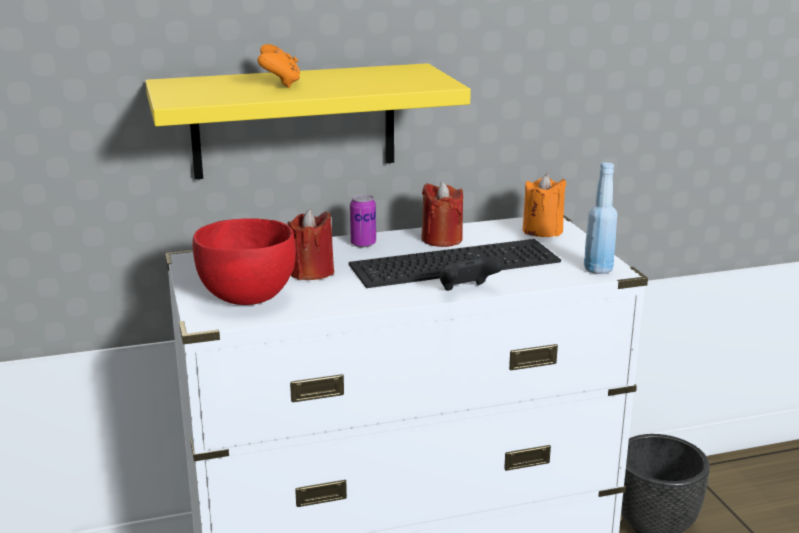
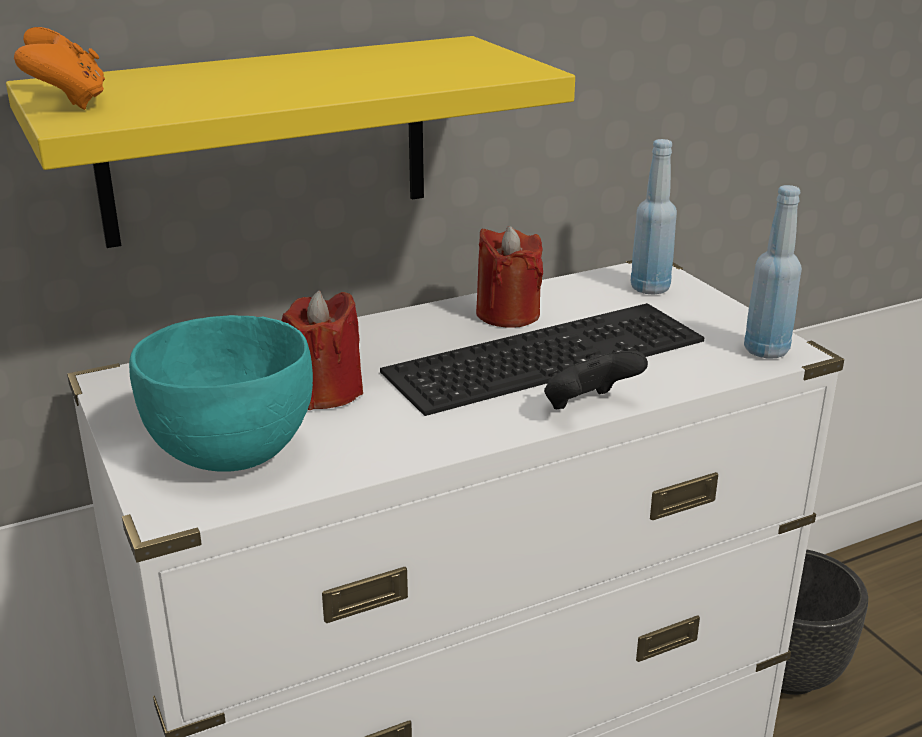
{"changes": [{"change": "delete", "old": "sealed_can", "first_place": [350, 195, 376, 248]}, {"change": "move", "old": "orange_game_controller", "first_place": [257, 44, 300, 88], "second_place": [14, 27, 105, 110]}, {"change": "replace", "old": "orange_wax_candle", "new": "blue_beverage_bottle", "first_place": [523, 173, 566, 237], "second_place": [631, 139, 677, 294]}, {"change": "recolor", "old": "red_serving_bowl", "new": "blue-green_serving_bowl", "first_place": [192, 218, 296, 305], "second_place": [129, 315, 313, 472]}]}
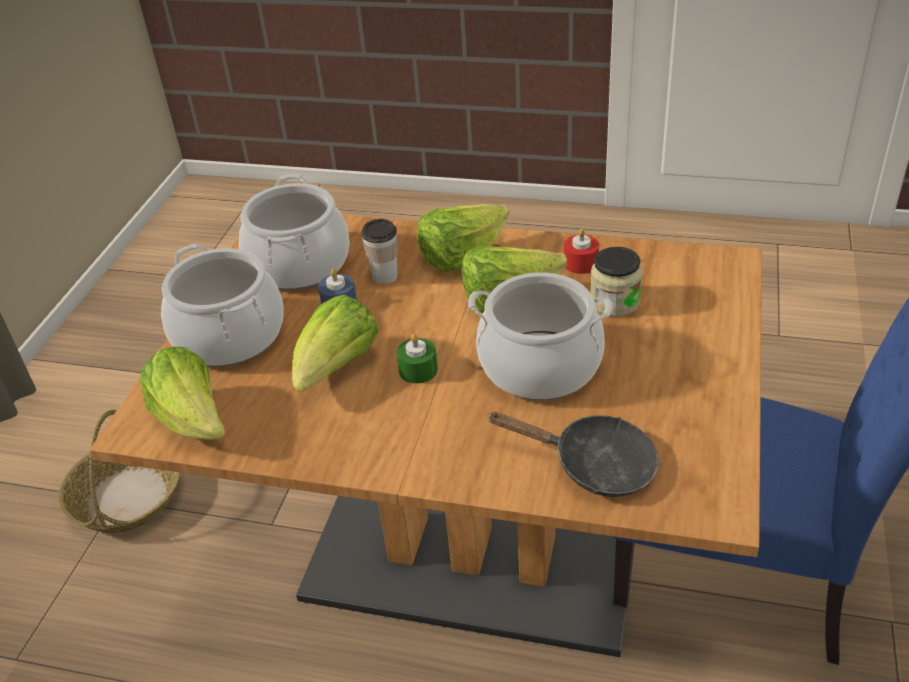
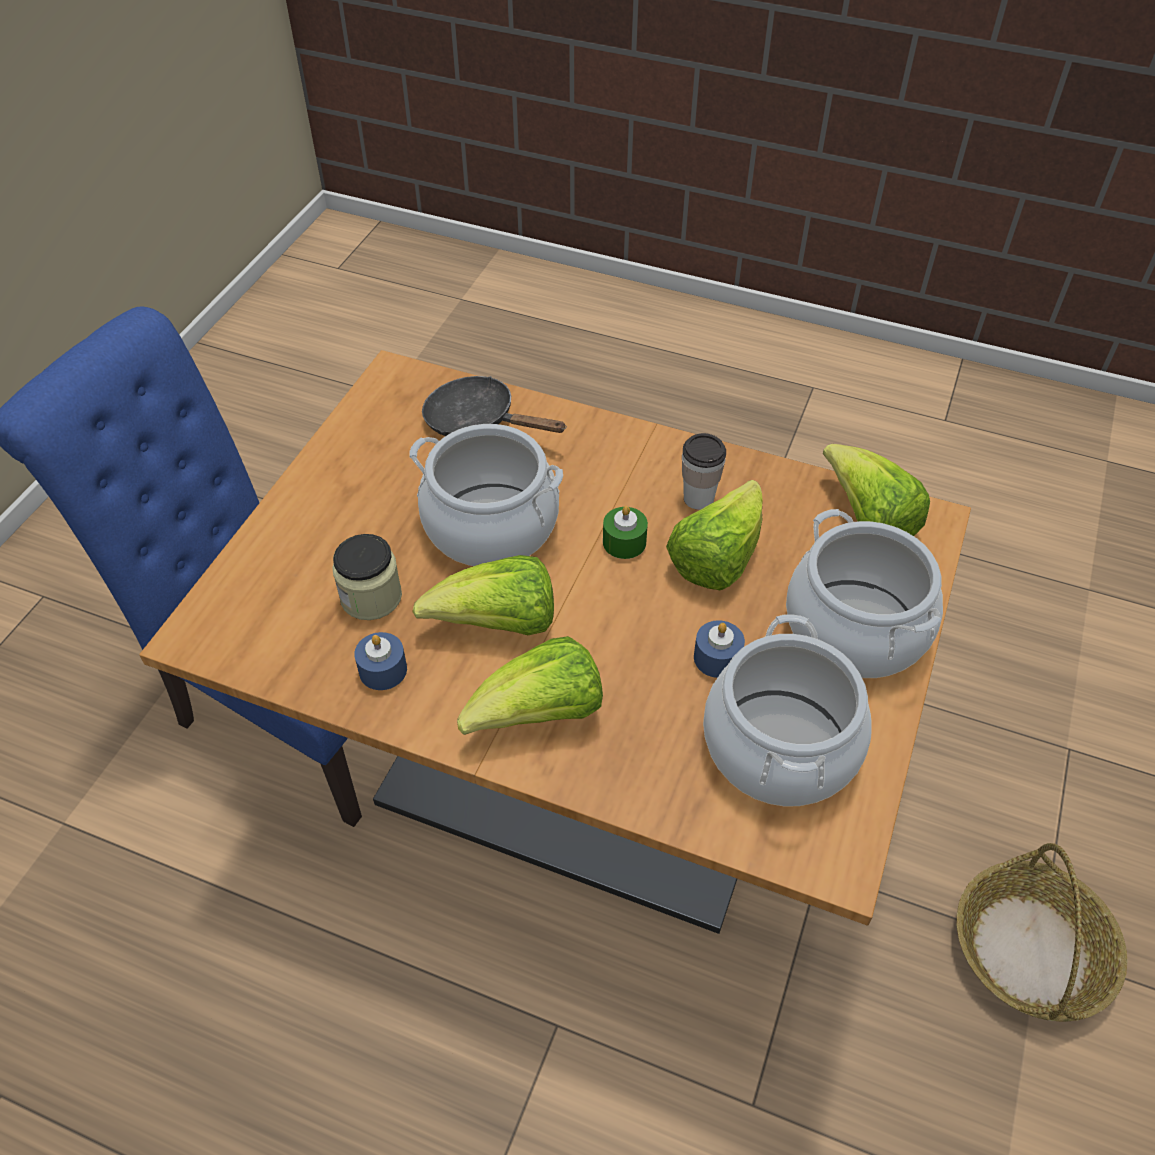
{"changes": [{"change": "move", "old": "drinking_cup", "first_place": [361, 219, 398, 284], "second_place": [682, 433, 726, 510]}, {"change": "recolor", "old": "red_wax_candle", "new": "blue_wax_candle", "first_place": [564, 228, 599, 274], "second_place": [354, 632, 407, 690]}]}
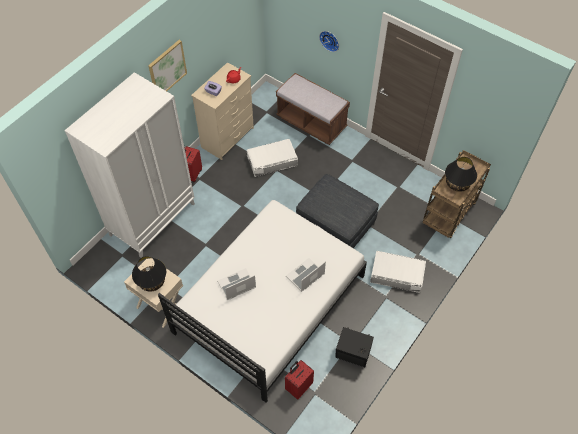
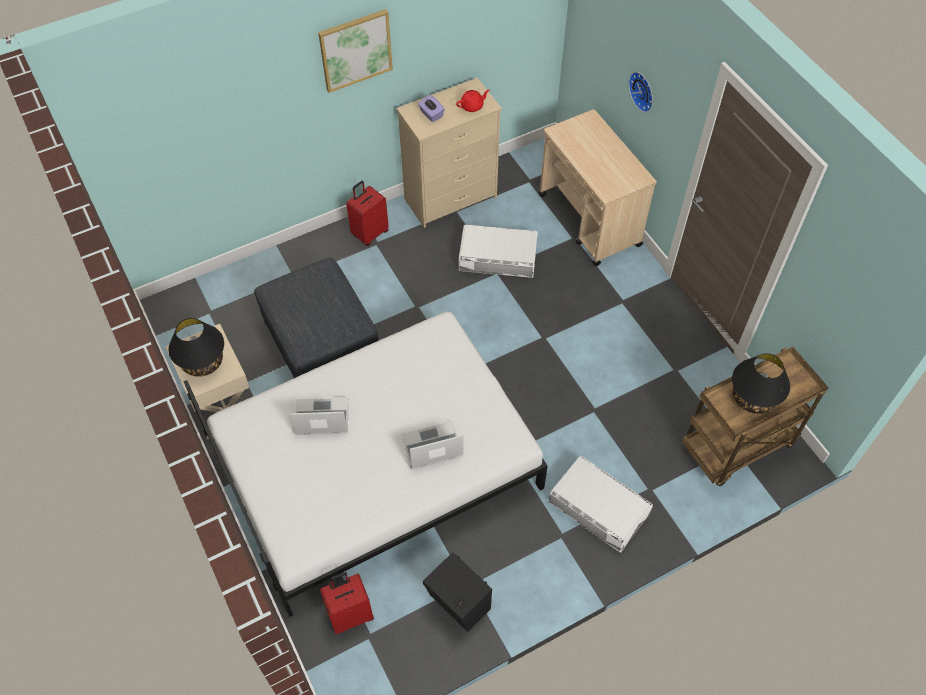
{"changes": [{"change": "delete", "old": "white_wardrobe", "first_place": [64, 72, 195, 258]}, {"change": "move", "old": "greyish_footrest", "first_place": [296, 174, 379, 248], "second_place": [254, 258, 378, 378]}, {"change": "replace", "old": "brown_indoor_bench", "new": "beige-coloured_trolley", "first_place": [276, 73, 350, 145], "second_place": [539, 109, 657, 266]}]}
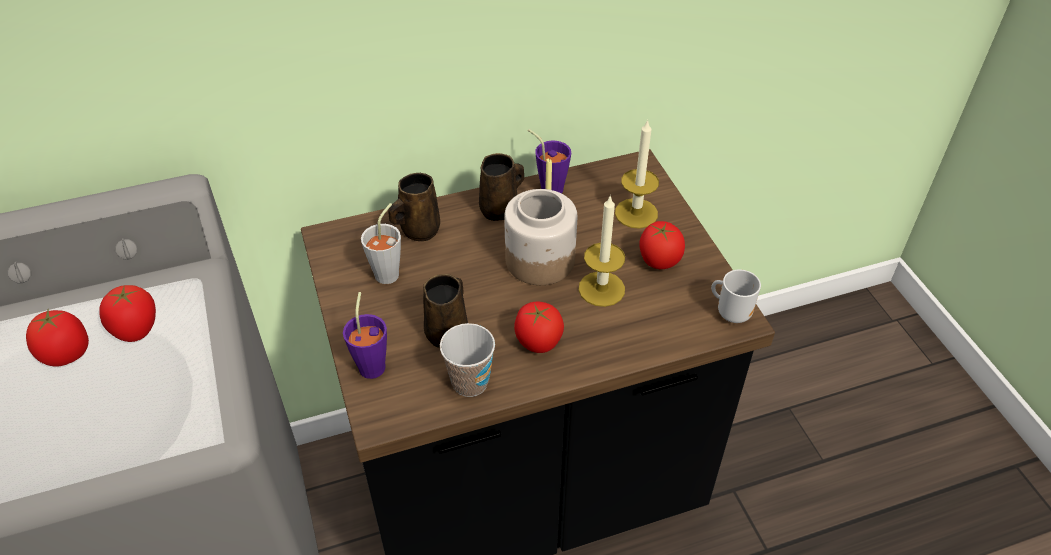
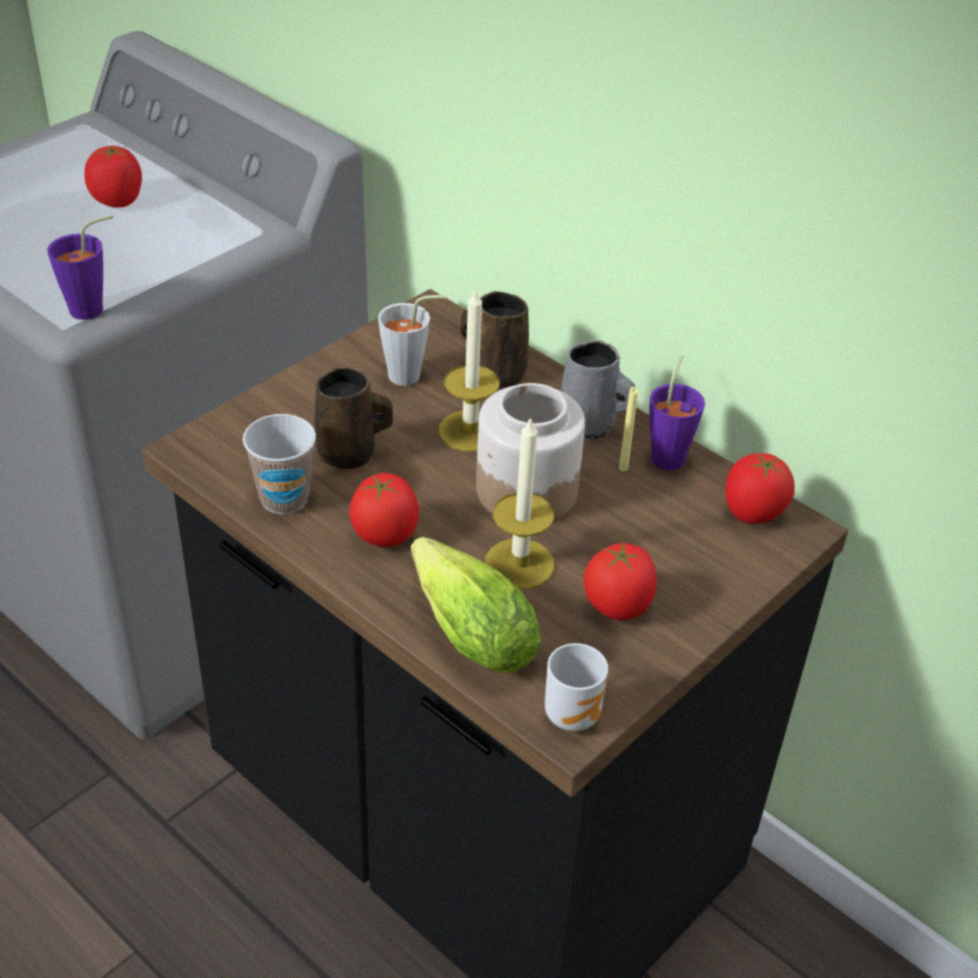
{"changes": [{"change": "insert", "new": "lettuce", "second_place": [411, 537, 541, 673]}, {"change": "move", "old": "tomato", "first_place": [99, 285, 156, 342], "second_place": [726, 453, 795, 524]}, {"change": "move", "old": "purplish_drinking_cup", "first_place": [343, 292, 387, 379], "second_place": [47, 215, 113, 320]}, {"change": "move", "old": "wax_candle", "first_place": [615, 119, 659, 229], "second_place": [439, 287, 499, 452]}, {"change": "recolor", "old": "brown_mug", "new": "greyish_mug", "first_place": [479, 153, 524, 221], "second_place": [561, 340, 636, 440]}]}
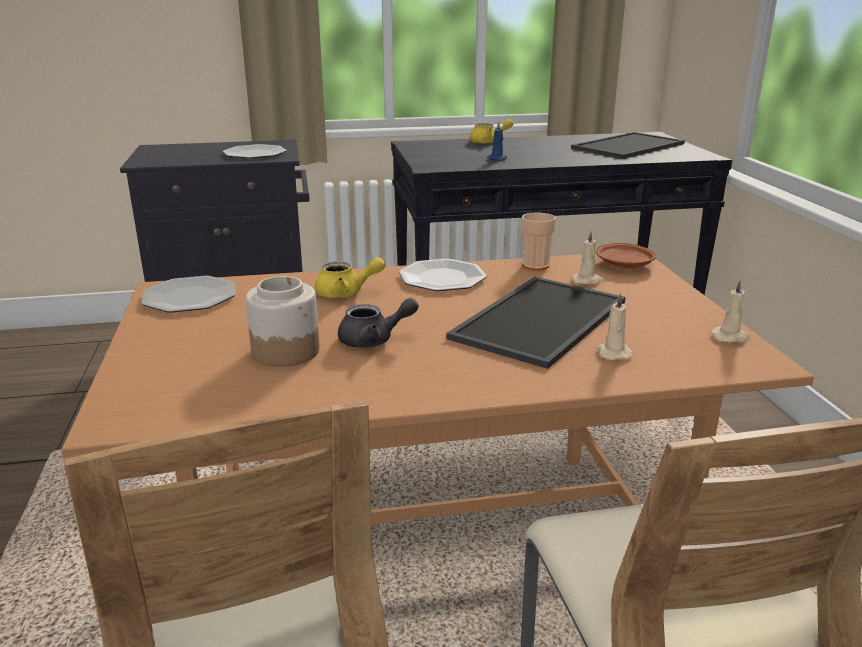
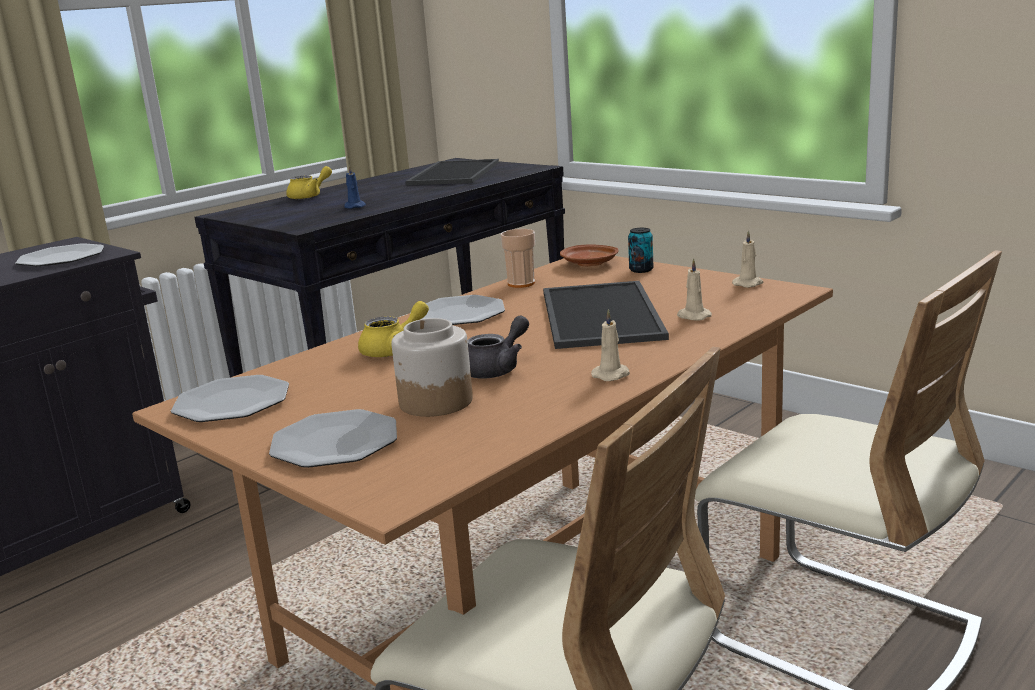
{"changes": [{"change": "insert", "new": "dinner_plate", "second_place": [269, 409, 397, 468]}, {"change": "insert", "new": "sealed_can", "second_place": [628, 228, 653, 273]}, {"change": "move", "old": "beige-coloured_wax_candle", "first_place": [572, 230, 604, 284], "second_place": [591, 309, 630, 381]}]}
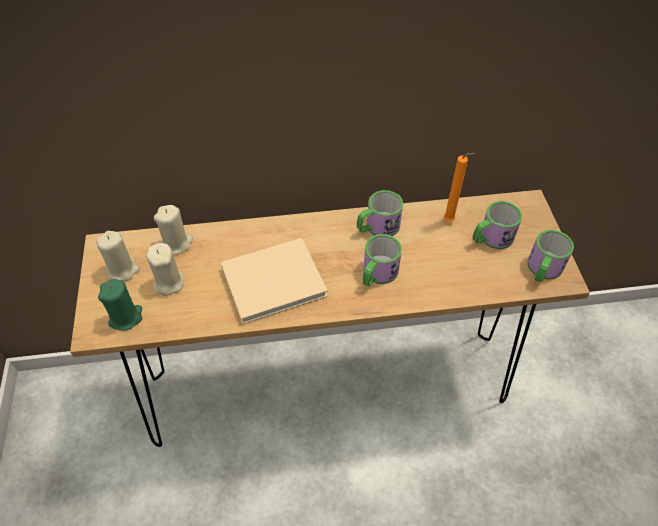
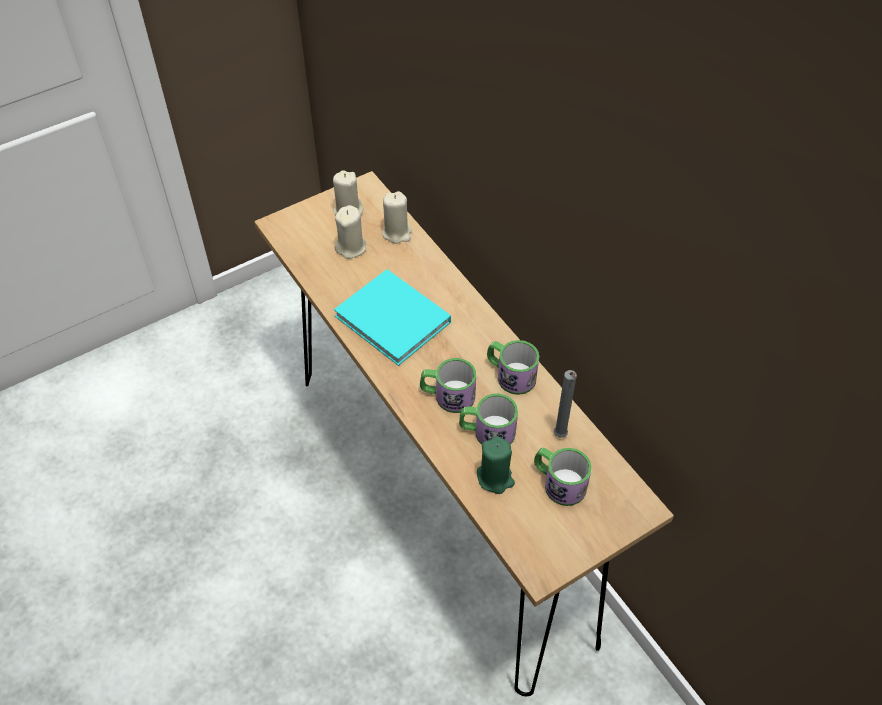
{"changes": [{"change": "move", "old": "greenish_wax_candle", "first_place": [98, 279, 142, 331], "second_place": [477, 436, 515, 494]}, {"change": "move", "old": "mug", "first_place": [527, 230, 574, 282], "second_place": [459, 394, 518, 445]}, {"change": "recolor", "old": "beige-coloured_book", "new": "blue-green_book", "first_place": [221, 238, 328, 325], "second_place": [334, 269, 451, 366]}, {"change": "recolor", "old": "orange_wax_candle", "new": "greyish_wax_candle", "first_place": [444, 153, 476, 222], "second_place": [554, 370, 577, 438]}]}
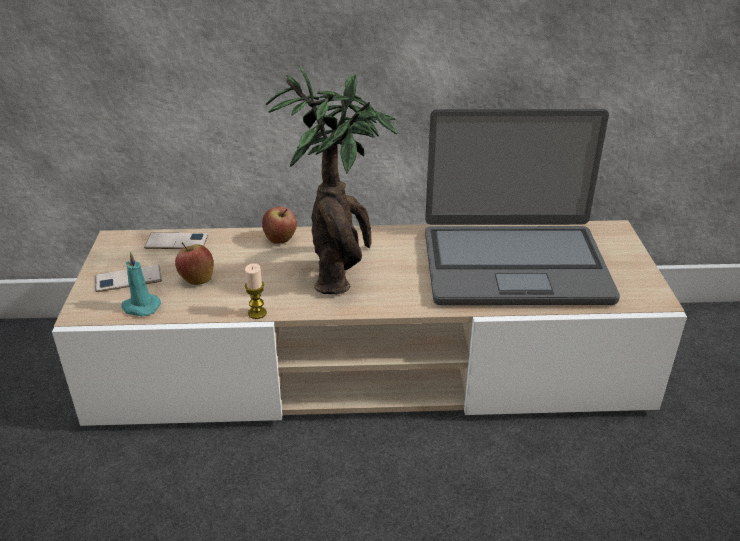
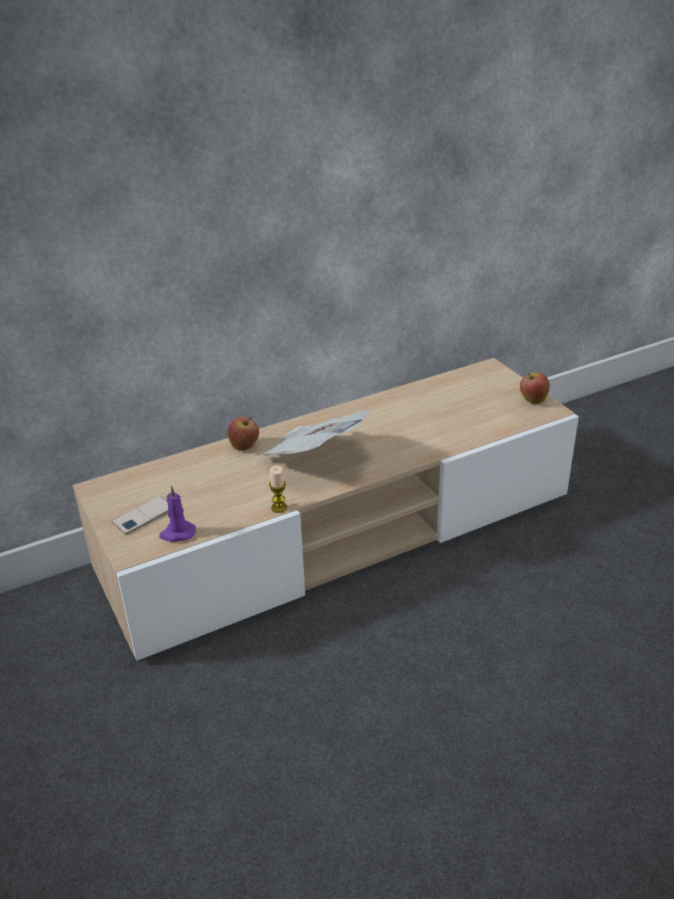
{"changes": [{"change": "delete", "old": "phone", "first_place": [144, 233, 208, 249]}, {"change": "delete", "old": "laptop", "first_place": [425, 109, 620, 305]}, {"change": "move", "old": "apple_fruit", "first_place": [175, 242, 214, 285], "second_place": [520, 372, 550, 404]}, {"change": "replace", "old": "plant_in_a_pot", "new": "printed_paper", "first_place": [266, 65, 397, 294], "second_place": [261, 410, 373, 456]}, {"change": "recolor", "old": "blue-green_wax_candle", "new": "purplish_wax_candle", "first_place": [121, 252, 161, 316], "second_place": [159, 486, 196, 542]}]}
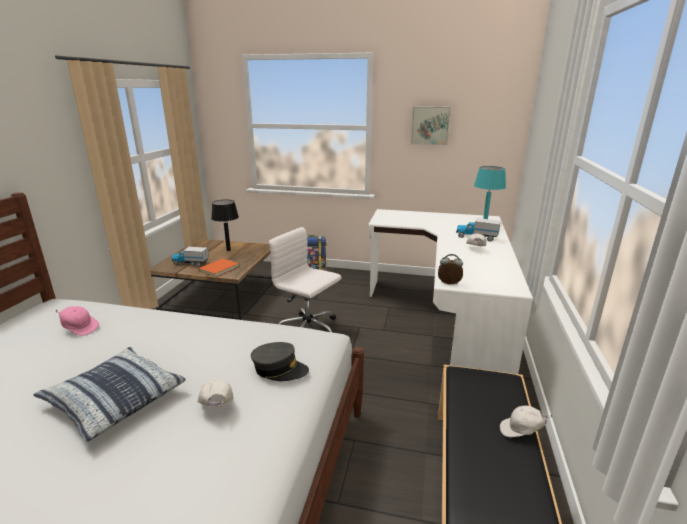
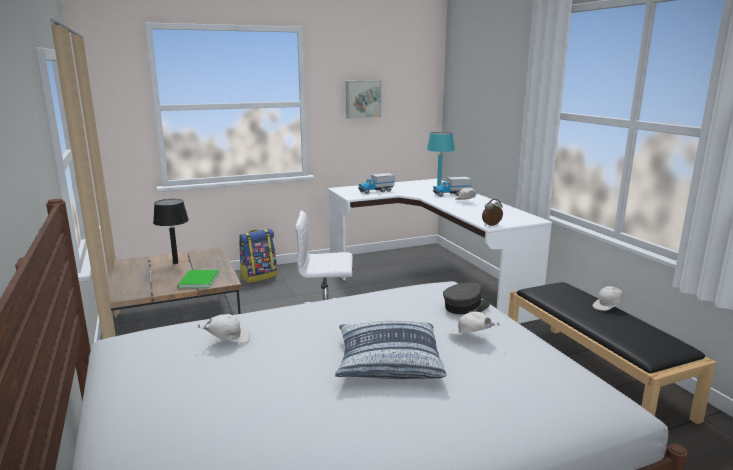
{"changes": [{"change": "move", "old": "toy_truck", "first_place": [172, 247, 209, 267], "second_place": [358, 173, 394, 194]}, {"change": "recolor", "old": "pinkish_peaked_cap", "new": "white_peaked_cap", "first_place": [55, 306, 99, 336], "second_place": [198, 314, 250, 343]}, {"change": "recolor", "old": "orange_book", "new": "greenish_book", "first_place": [198, 259, 239, 277], "second_place": [177, 270, 219, 288]}]}
